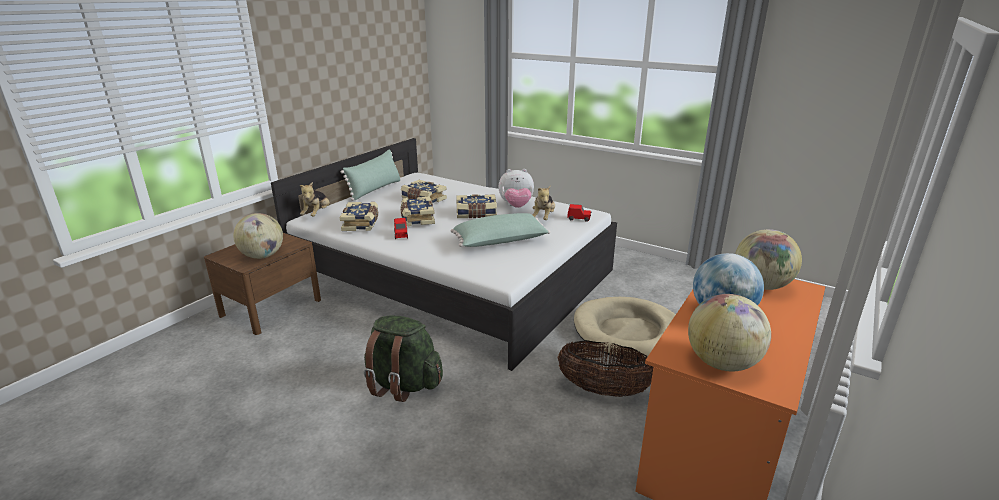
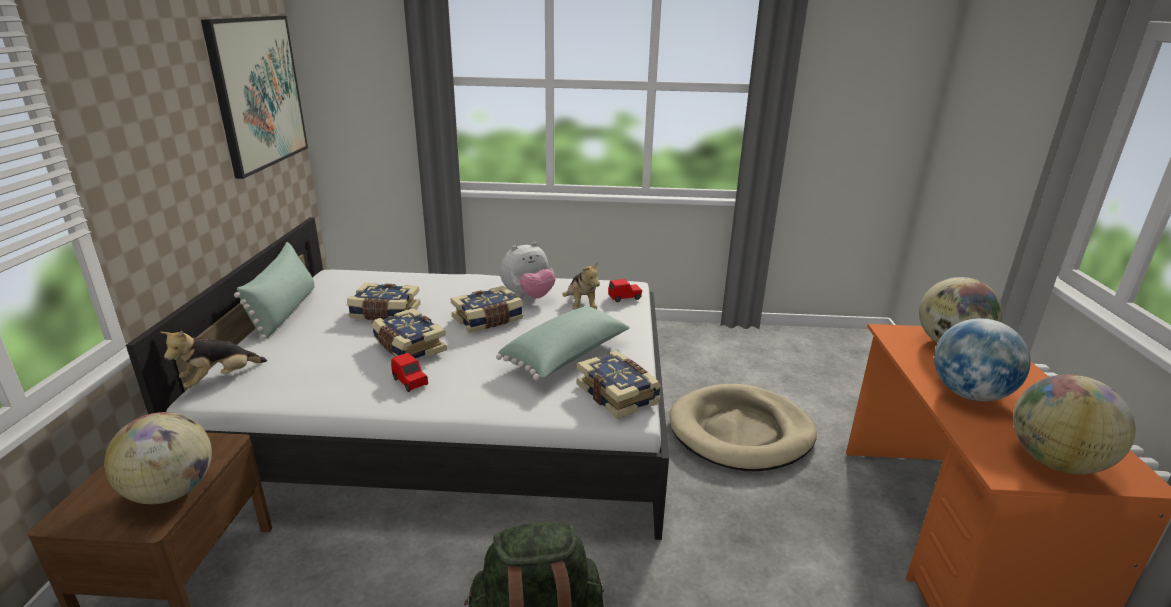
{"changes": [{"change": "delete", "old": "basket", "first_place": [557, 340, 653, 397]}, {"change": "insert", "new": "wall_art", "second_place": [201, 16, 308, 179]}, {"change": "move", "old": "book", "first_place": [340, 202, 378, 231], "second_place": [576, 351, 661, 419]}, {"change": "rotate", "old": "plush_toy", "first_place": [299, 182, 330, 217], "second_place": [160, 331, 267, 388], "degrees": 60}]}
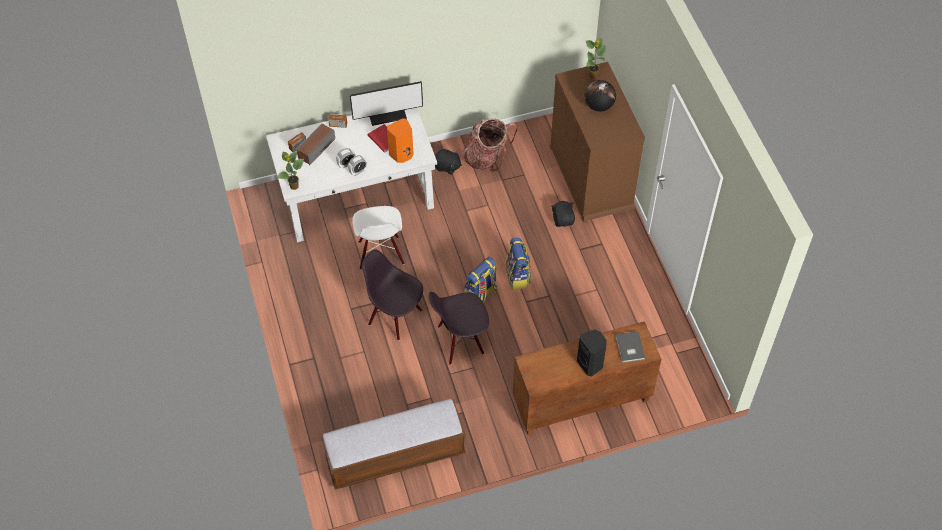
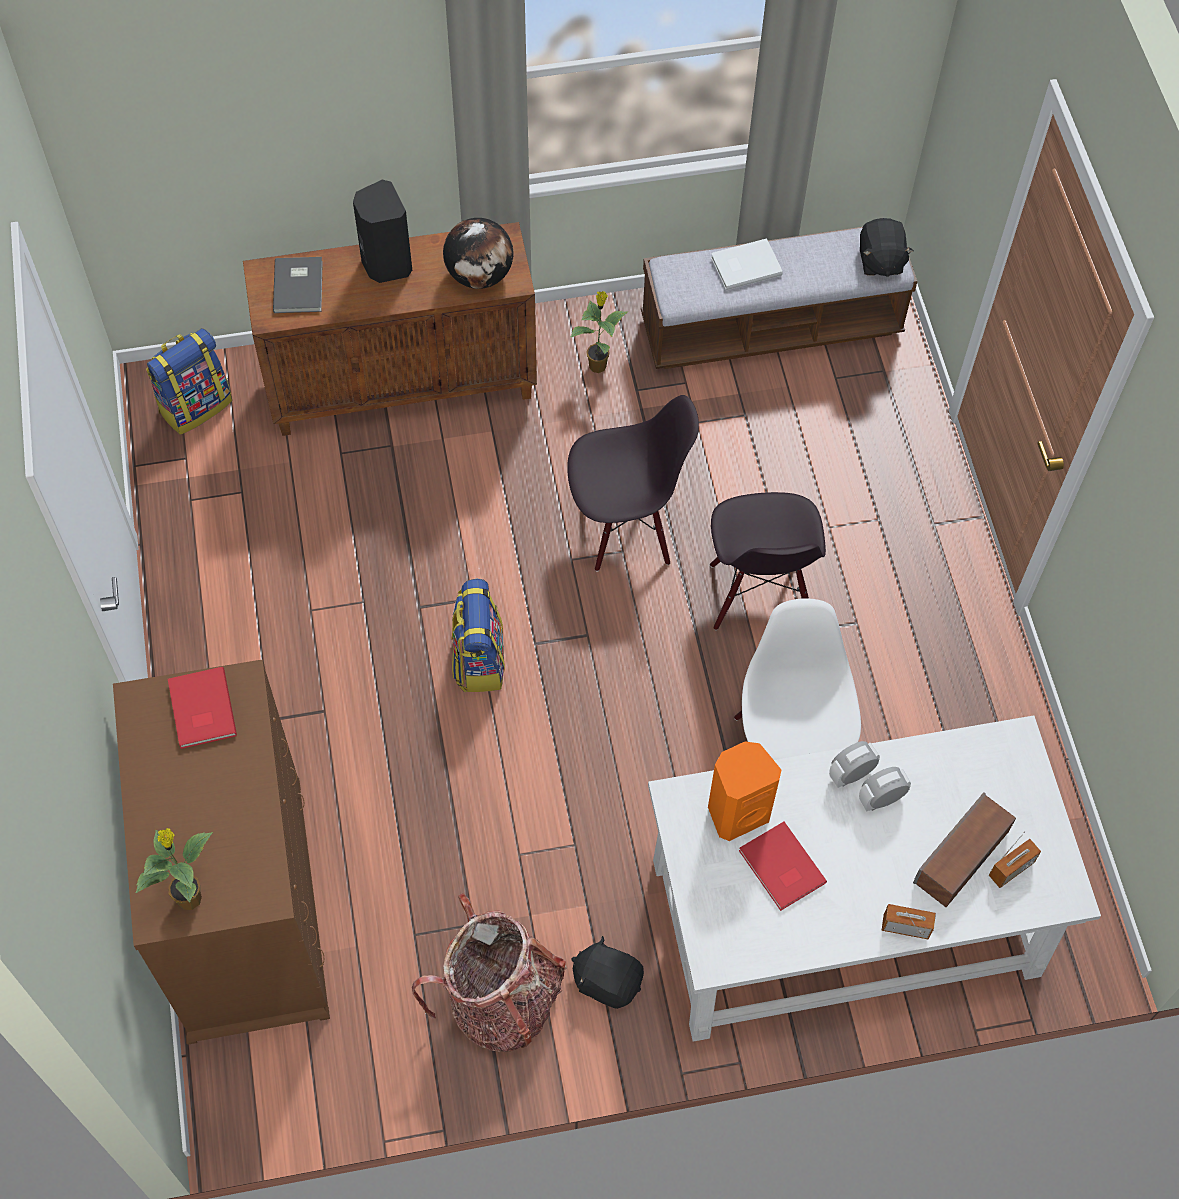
{"changes": [{"change": "delete", "old": "monitor", "first_place": [350, 81, 423, 126]}, {"change": "insert", "new": "red_book", "second_place": [168, 667, 237, 749]}, {"change": "insert", "new": "white_book", "second_place": [711, 238, 783, 290]}, {"change": "move", "old": "plant_in_a_pot", "first_place": [277, 151, 304, 190], "second_place": [570, 291, 629, 373]}, {"change": "move", "old": "backpack", "first_place": [464, 257, 497, 303], "second_place": [146, 328, 232, 435]}, {"change": "move", "old": "black_plush_toy", "first_place": [551, 201, 575, 227], "second_place": [860, 218, 914, 277]}, {"change": "move", "old": "desk_globe", "first_place": [585, 80, 616, 112], "second_place": [443, 218, 514, 289]}, {"change": "rotate", "old": "black_upright_chair", "first_place": [362, 249, 423, 341], "second_place": [710, 492, 826, 630], "degrees": 45}]}
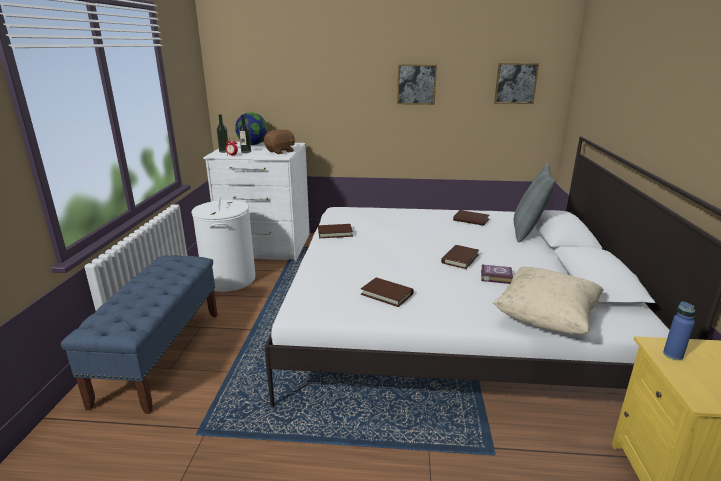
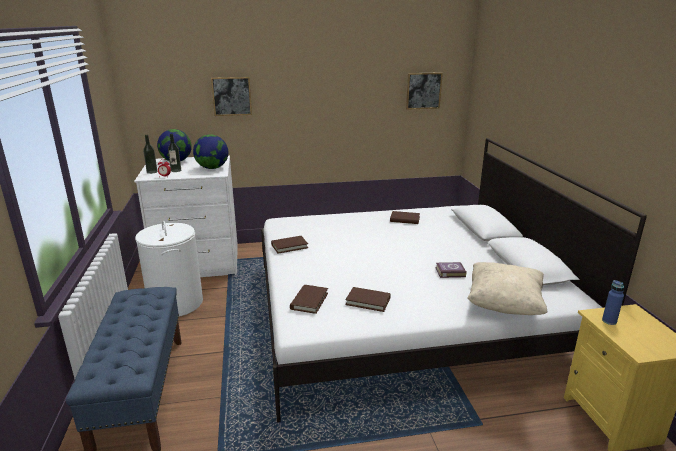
{"changes": [{"change": "delete", "old": "greyish_throw_pillow", "first_place": [514, 163, 556, 242]}, {"change": "move", "old": "wall_art", "first_place": [397, 64, 437, 105], "second_place": [211, 77, 252, 116]}, {"change": "move", "old": "brown_book", "first_place": [441, 245, 479, 269], "second_place": [290, 285, 328, 314]}, {"change": "replace", "old": "brown_plush_toy", "new": "desk_globe", "first_place": [264, 129, 295, 154], "second_place": [193, 135, 228, 169]}]}
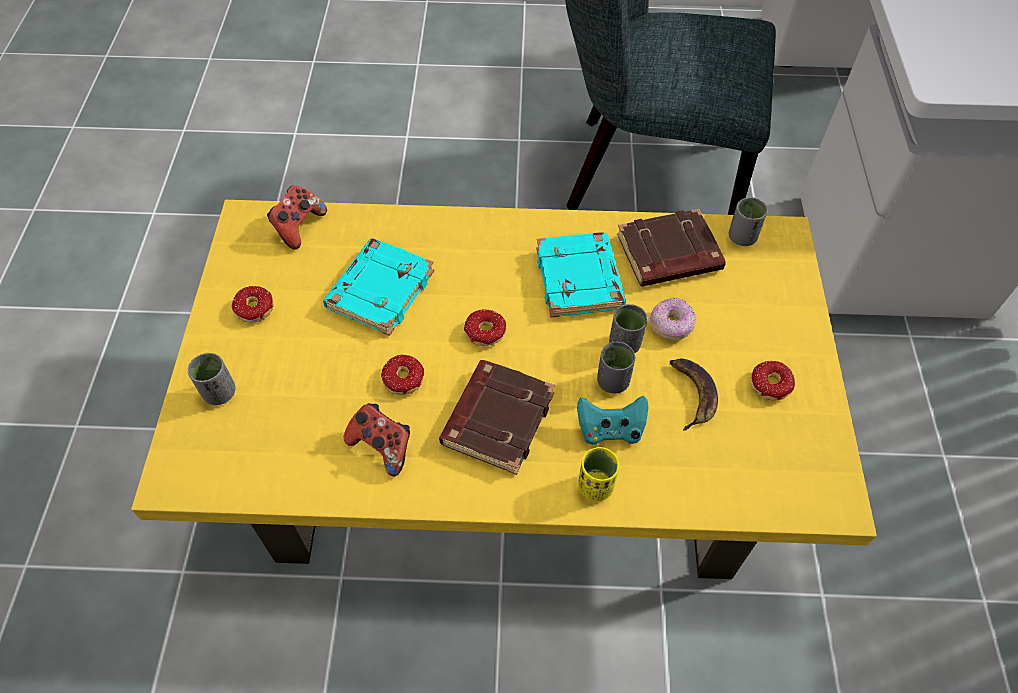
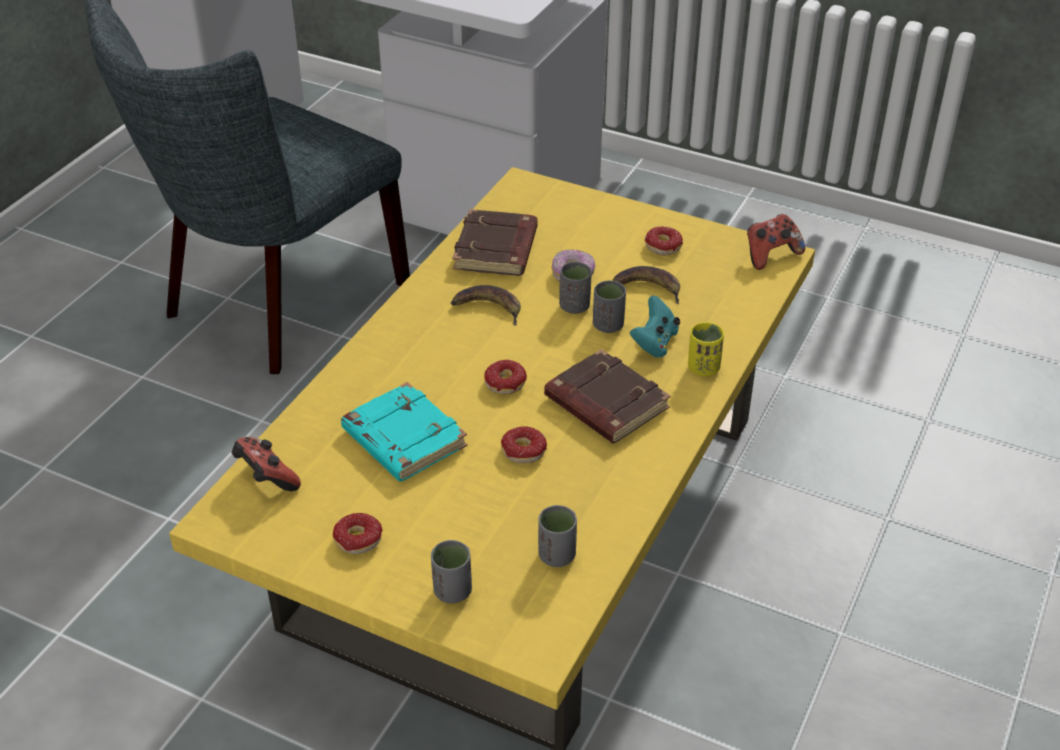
{"changes": [{"change": "move", "old": "game_controller", "first_place": [344, 403, 410, 476], "second_place": [747, 214, 805, 270]}, {"change": "move", "old": "greyish_drinking_cup", "first_place": [729, 197, 767, 246], "second_place": [538, 505, 577, 567]}, {"change": "replace", "old": "blue-green_book", "new": "whole_banana", "first_place": [536, 232, 626, 317], "second_place": [451, 285, 521, 326]}]}
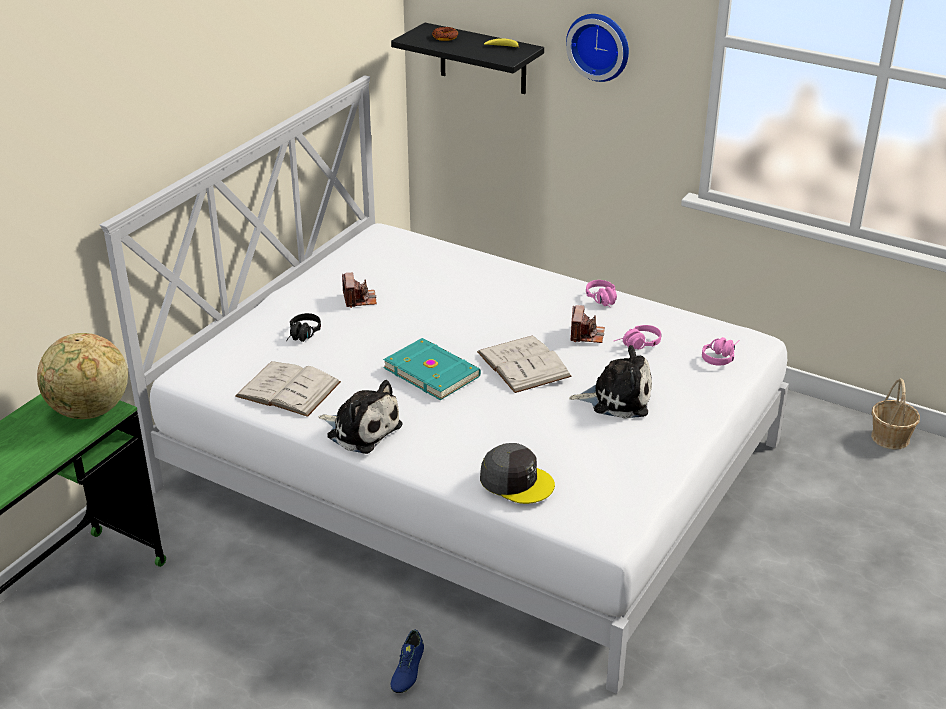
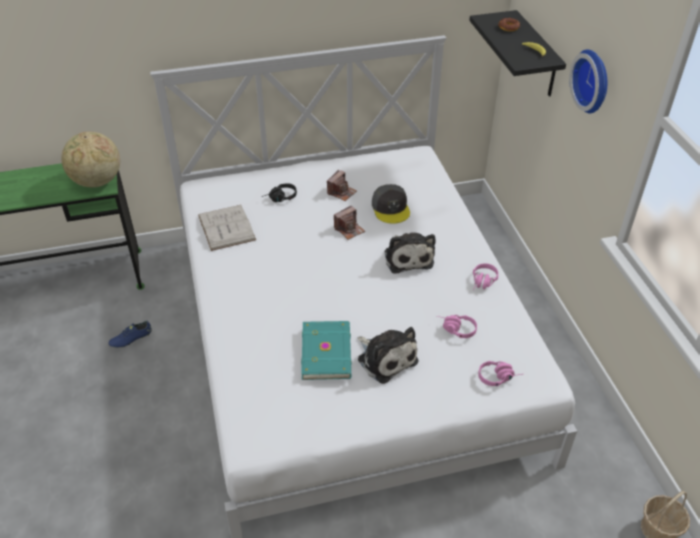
{"changes": [{"change": "delete", "old": "white_book", "first_place": [477, 336, 572, 393]}, {"change": "move", "old": "plush_toy", "first_place": [318, 380, 402, 454], "second_place": [385, 233, 436, 274]}, {"change": "move", "old": "blue-green_book", "first_place": [383, 338, 481, 400], "second_place": [301, 321, 352, 380]}, {"change": "move", "old": "blue_shoe", "first_place": [391, 630, 424, 693], "second_place": [109, 320, 151, 348]}, {"change": "move", "old": "greyish_peaked_cap", "first_place": [480, 443, 555, 504], "second_place": [372, 184, 410, 224]}, {"change": "move", "old": "photo_camera", "first_place": [571, 305, 605, 343], "second_place": [334, 206, 365, 240]}]}
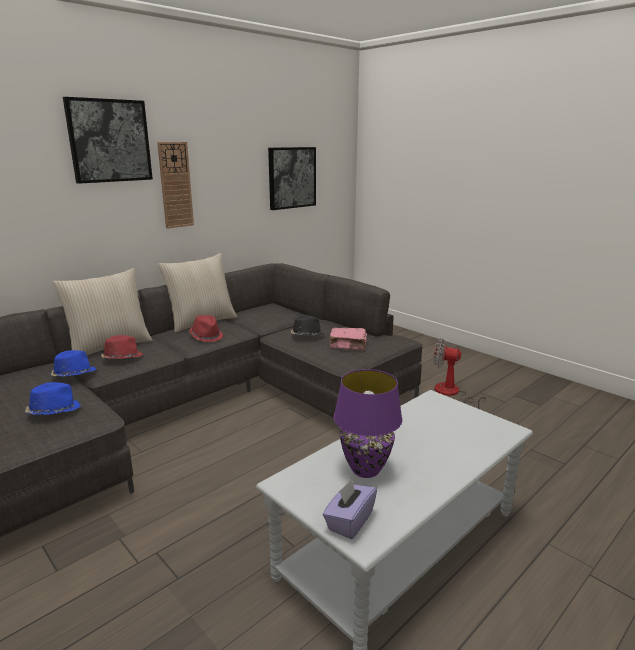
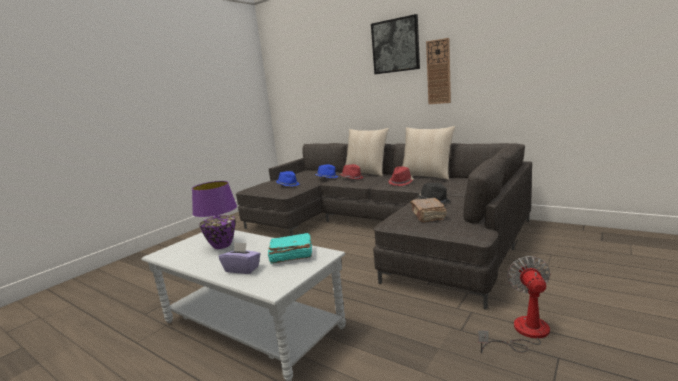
{"changes": [{"change": "delete", "old": "wall_art", "first_place": [268, 147, 316, 210]}, {"change": "insert", "new": "blue-green_book", "second_place": [268, 233, 312, 264]}, {"change": "move", "old": "purplish_tissue_holder", "first_place": [323, 479, 377, 539], "second_place": [219, 242, 261, 274]}, {"change": "recolor", "old": "pinkish_book", "new": "brown_book", "first_place": [329, 327, 367, 351], "second_place": [410, 198, 447, 222]}]}
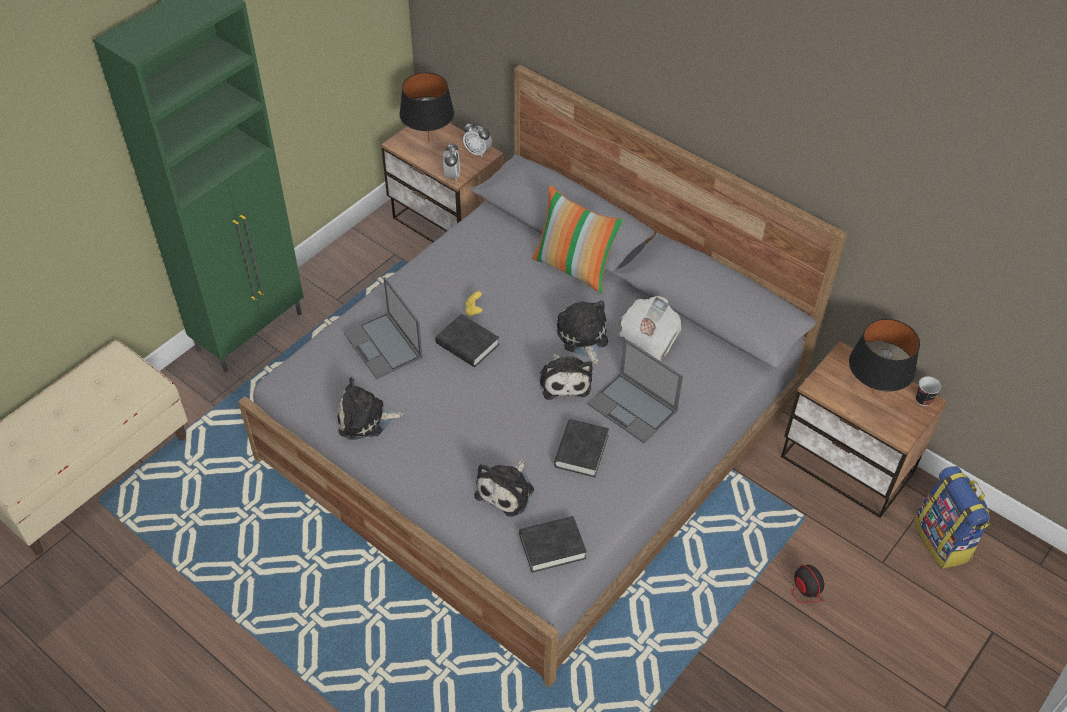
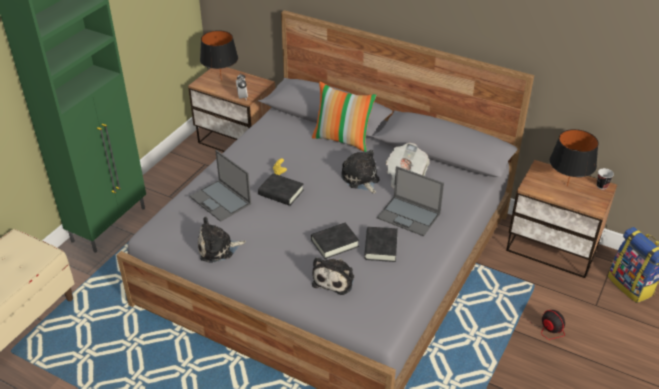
{"changes": [{"change": "delete", "old": "bedside_clock", "first_place": [463, 121, 492, 157]}, {"change": "delete", "old": "plush_toy", "first_place": [540, 353, 593, 400]}, {"change": "move", "old": "black_book", "first_place": [519, 516, 587, 573], "second_place": [311, 223, 359, 259]}]}
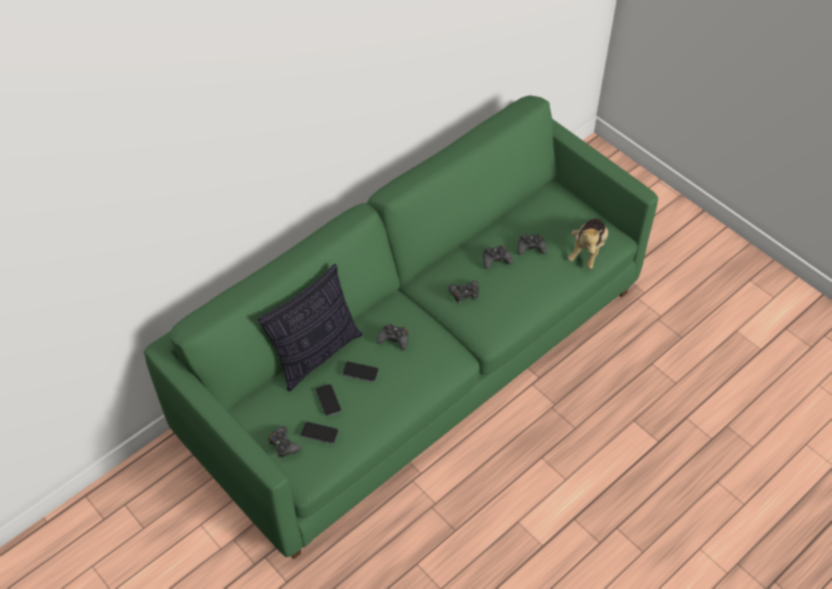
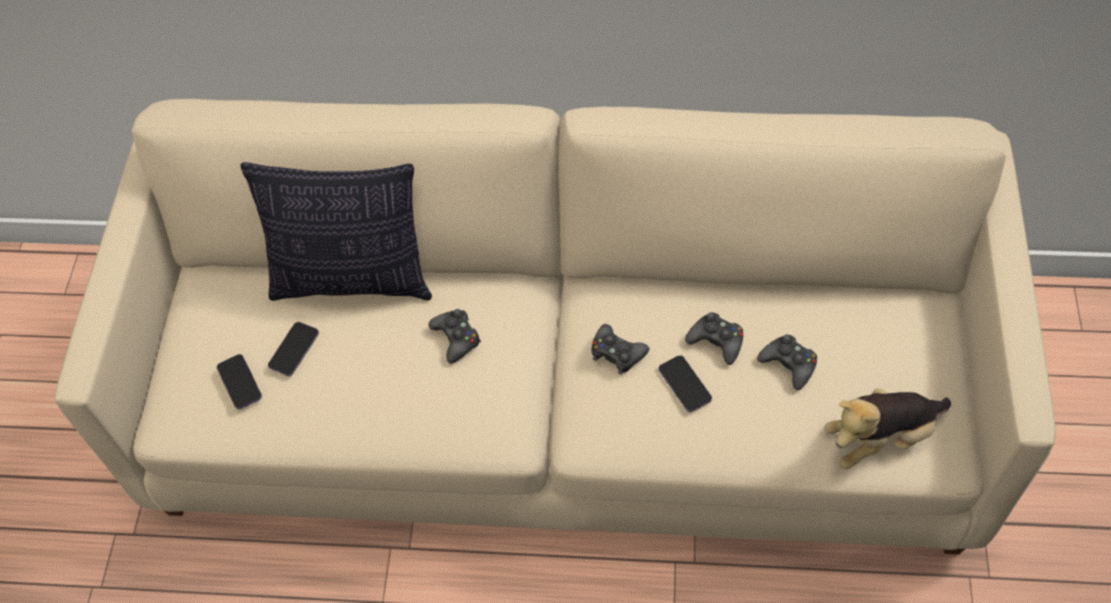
{"changes": [{"change": "delete", "old": "black_game_controller", "first_place": [268, 426, 301, 458]}, {"change": "move", "old": "phone", "first_place": [343, 361, 379, 382], "second_place": [659, 355, 712, 412]}, {"change": "recolor", "old": "greenish_settee", "new": "beige-coloured_settee", "first_place": [144, 95, 658, 559], "second_place": [54, 99, 1056, 554]}]}
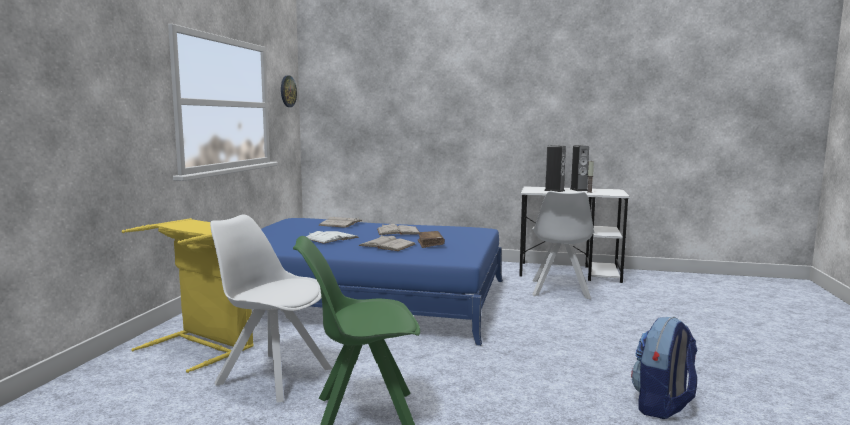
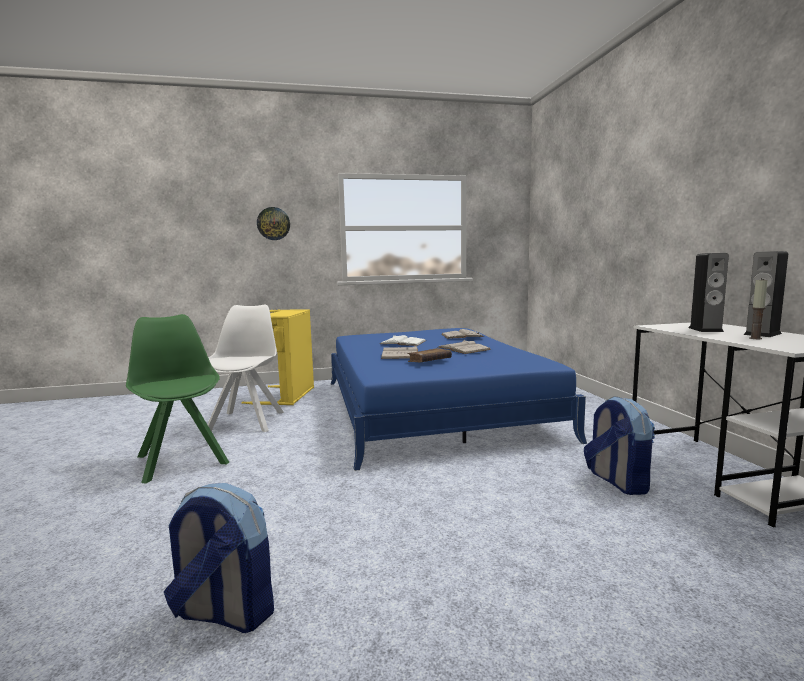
{"changes": [{"change": "move", "old": "hanging_clock", "first_place": [281, 75, 297, 107], "second_place": [257, 207, 290, 240]}, {"change": "replace", "old": "white_upright_chair", "new": "backpack", "first_place": [532, 191, 595, 299], "second_place": [584, 396, 655, 495]}]}
